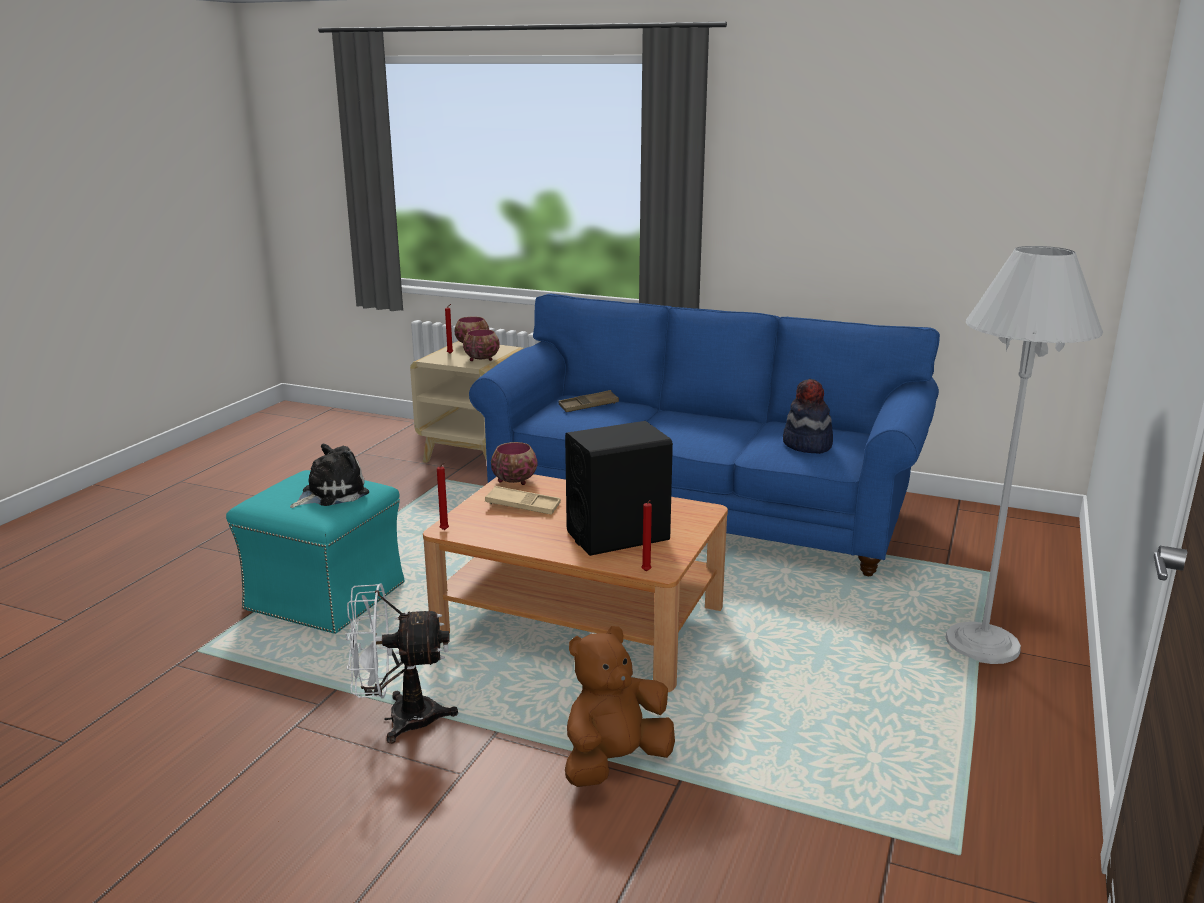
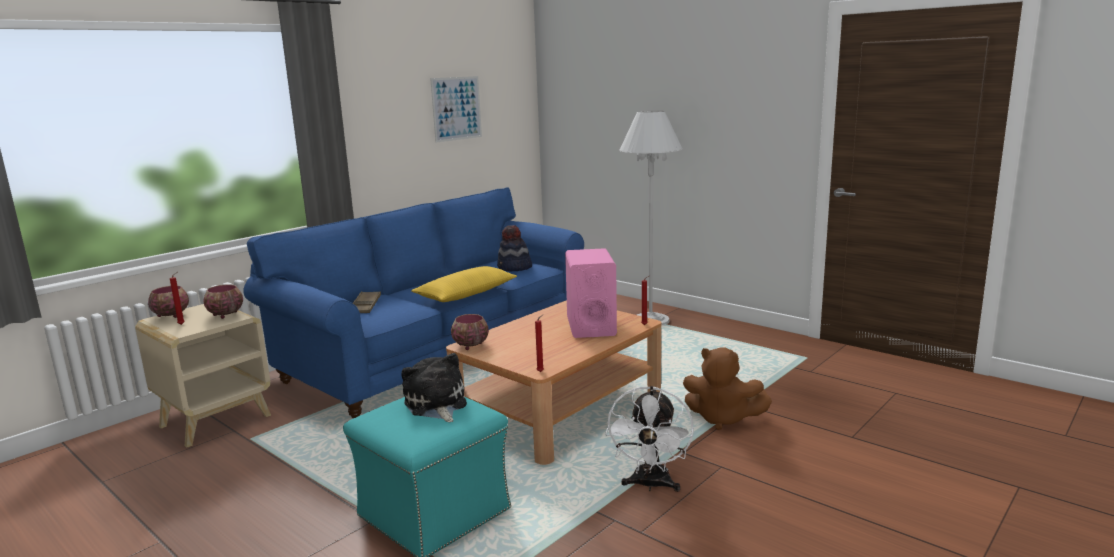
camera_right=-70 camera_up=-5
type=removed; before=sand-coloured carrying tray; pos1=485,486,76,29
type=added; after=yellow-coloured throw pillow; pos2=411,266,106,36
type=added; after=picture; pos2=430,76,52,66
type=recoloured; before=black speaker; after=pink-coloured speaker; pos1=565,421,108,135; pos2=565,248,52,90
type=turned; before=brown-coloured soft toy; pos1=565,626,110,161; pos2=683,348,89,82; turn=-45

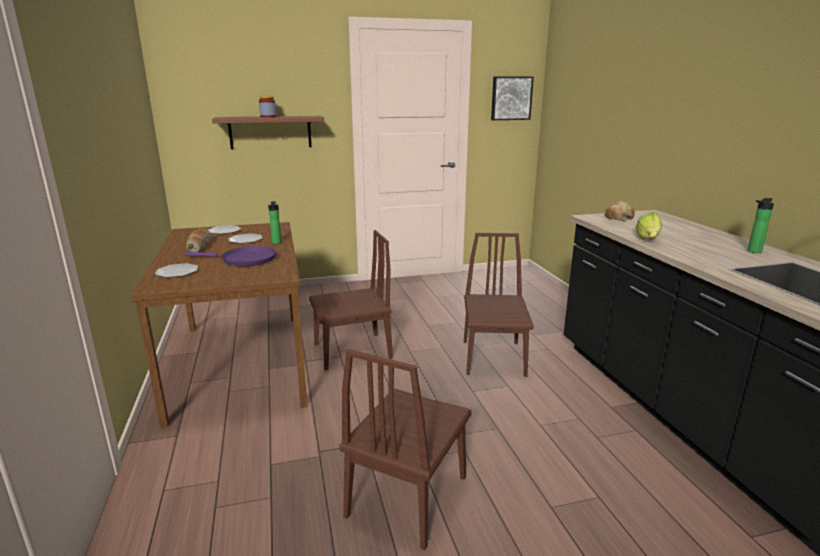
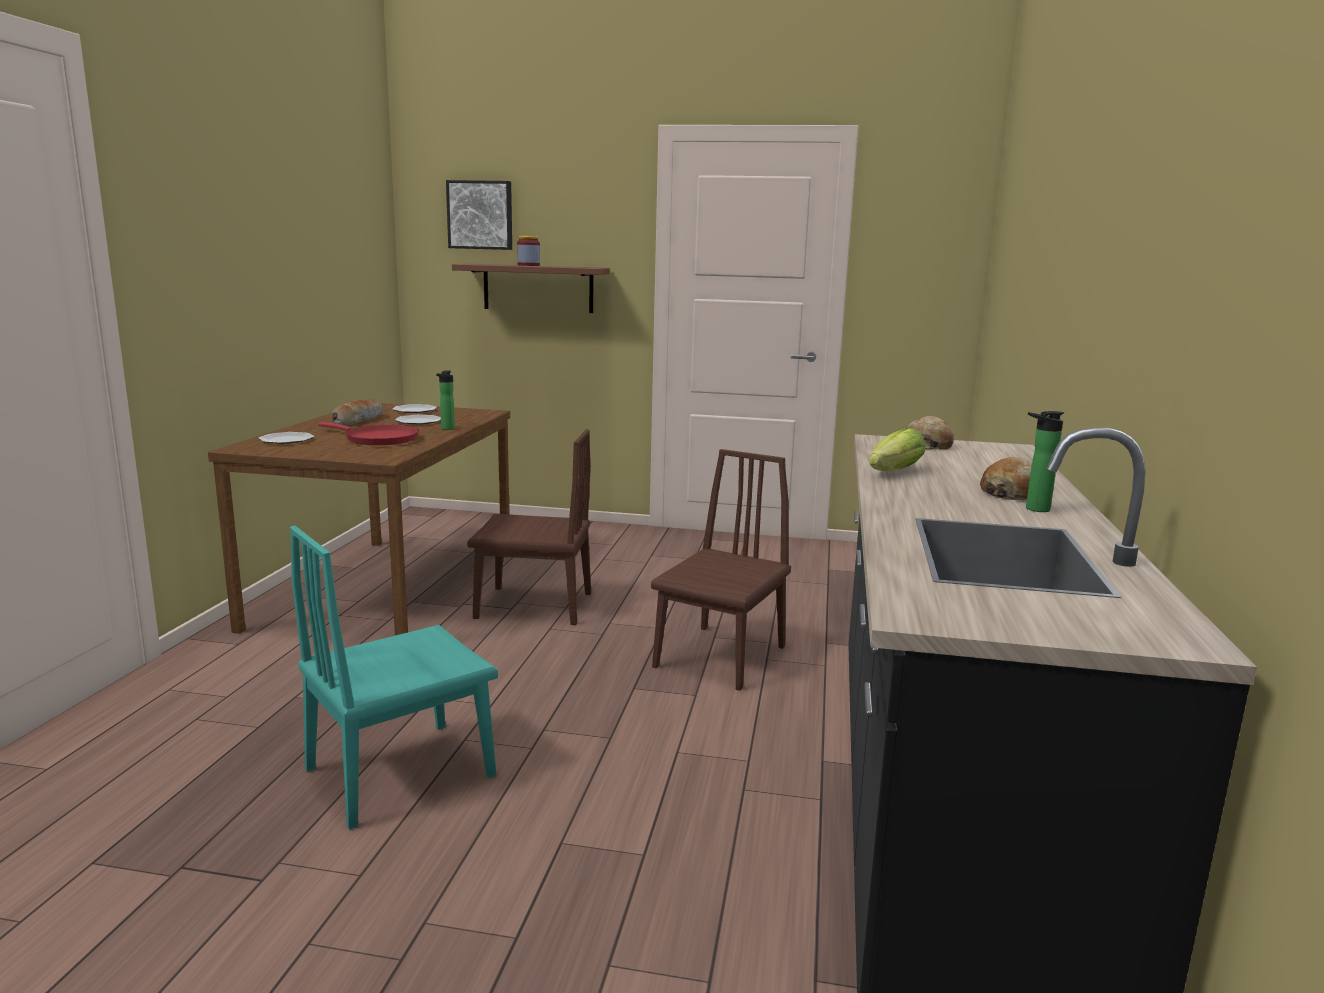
camera_right=25 camera_up=-5
type=added; after=bakery bread; pos2=980,457,52,43
type=moved; before=picture; pos1=491,76,43,44; pos2=446,180,66,70
type=recoloured; before=purplish skillet; after=red skillet; pos1=185,246,91,20; pos2=319,422,100,23
type=recoloured; before=brown-coloured chair; after=turquoise chair; pos1=339,349,133,201; pos2=290,526,208,304

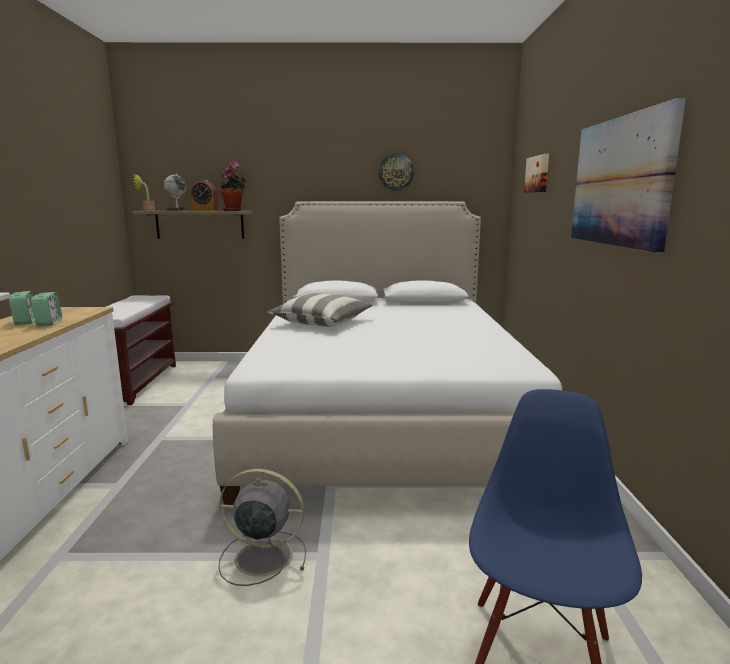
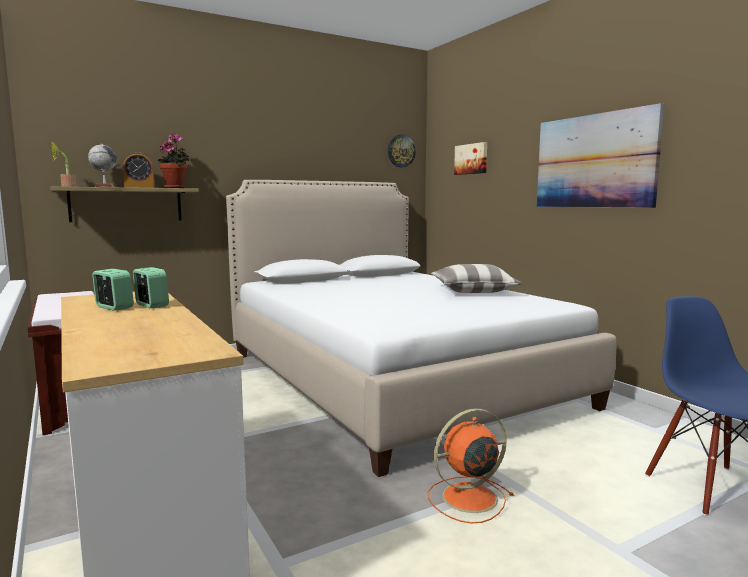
camera_right=-30 camera_up=-5
type=moved; before=throw pillow; pos1=268,293,105,34; pos2=431,264,91,29
type=moved; before=wall clock; pos1=378,154,36,37; pos2=388,134,28,33
type=recoloured; before=gray cooling fan; after=orangey cooling fan; pos1=218,469,88,117; pos2=428,408,86,115

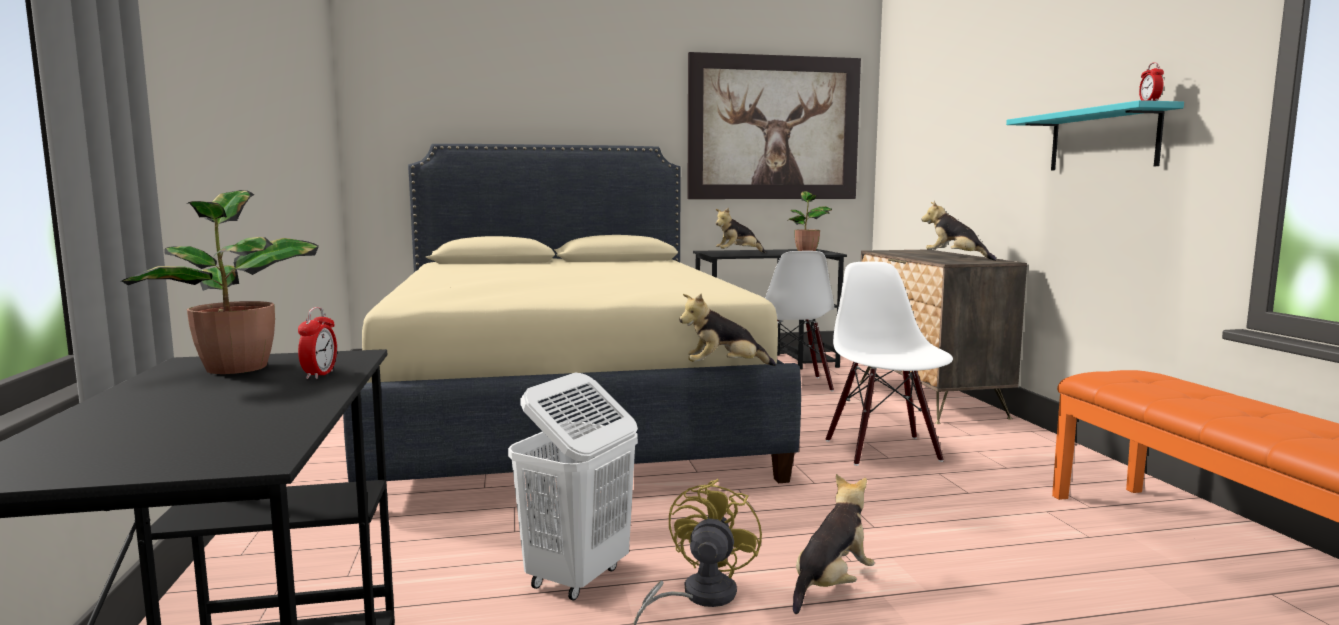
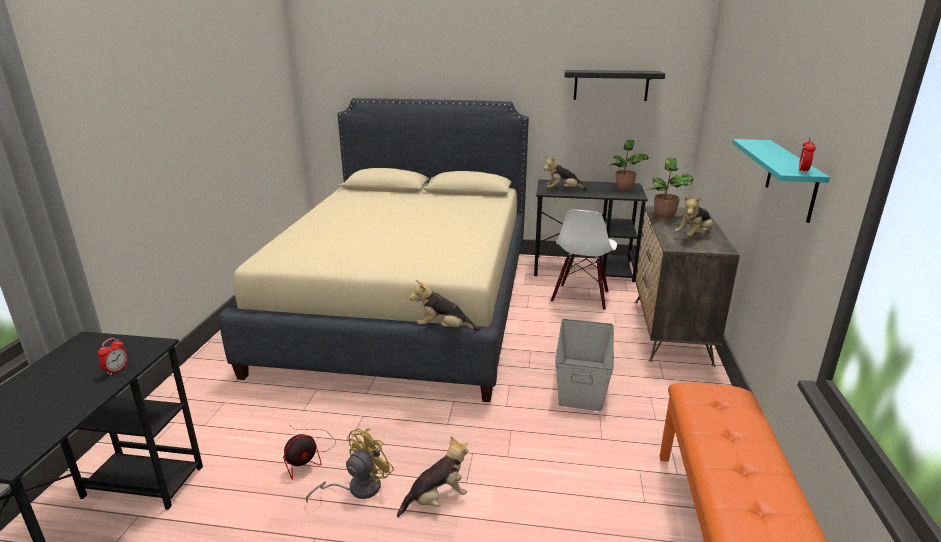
camera_right=20 camera_up=15
type=moved; before=plant in a pot; pos1=121,190,198,184; pos2=647,157,46,62
type=replaced; before=whitish laundry basket; after=cooling fan; pos1=508,373,130,228; pos2=283,423,53,57
type=replaced; before=picture; after=black bracket shelf; pos1=688,52,173,147; pos2=565,70,100,31
type=replaced; before=whitish chair; after=gray storage box; pos1=826,262,127,204; pos2=555,319,59,92
type=turned; before=soft toy; pos1=921,201,76,60; pos2=675,197,38,40; turn=-105

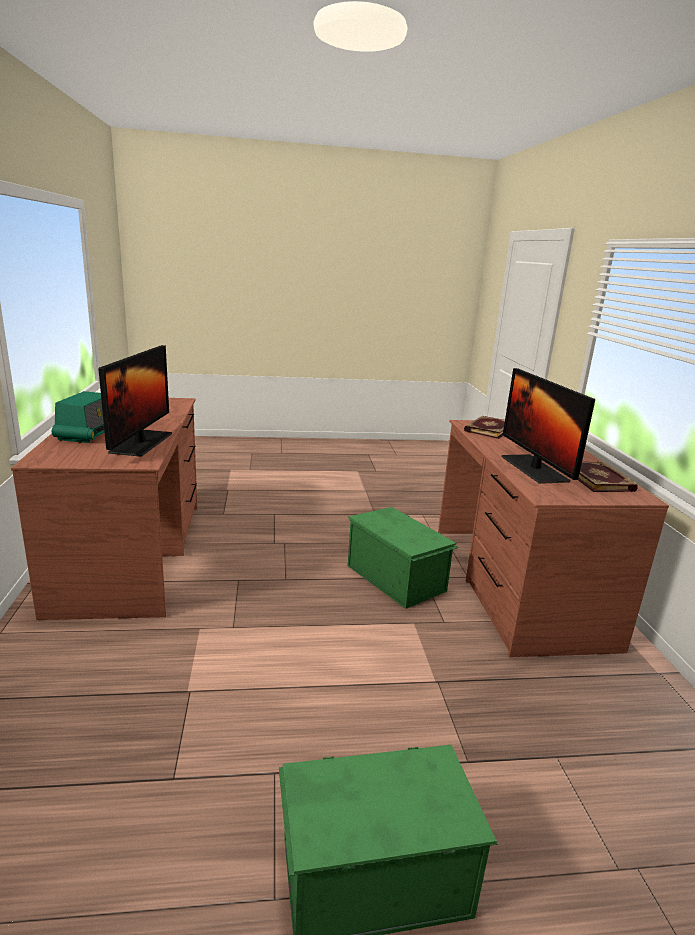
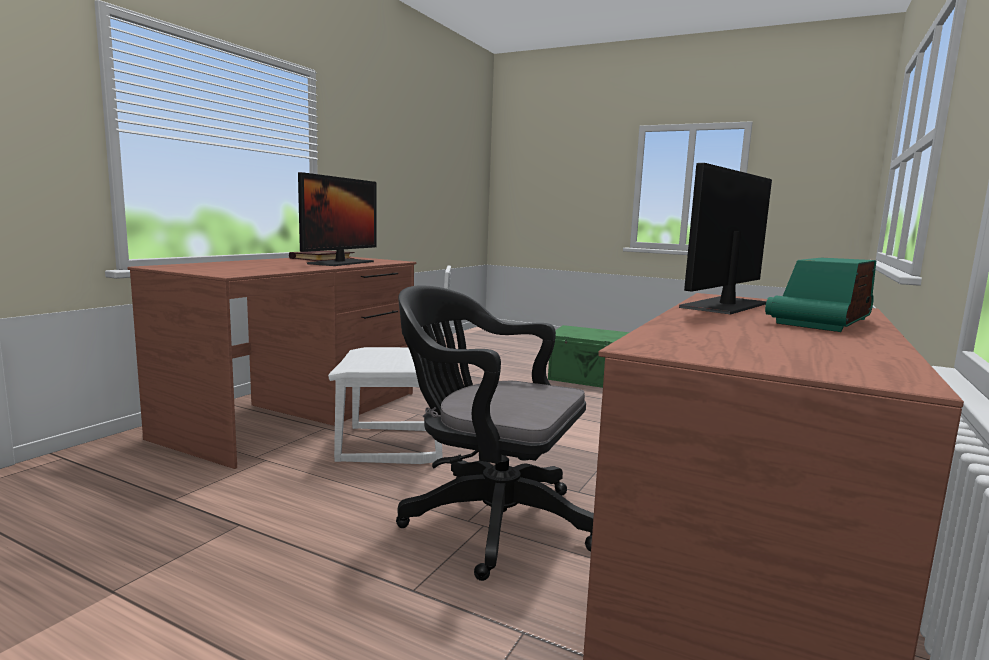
camera_right=-145 camera_up=-10
type=removed; before=bound book; pos1=464,416,41,23
type=added; after=black office chair; pos2=396,286,198,295
type=replaced; before=greenish storage box; after=whitish chair; pos1=348,507,111,102; pos2=328,265,123,199

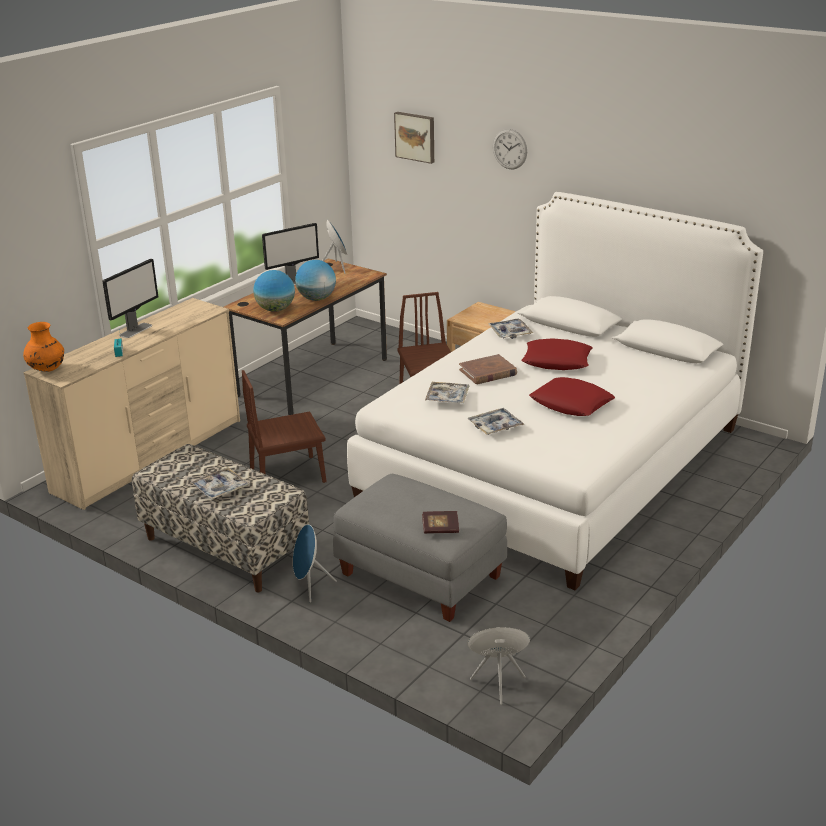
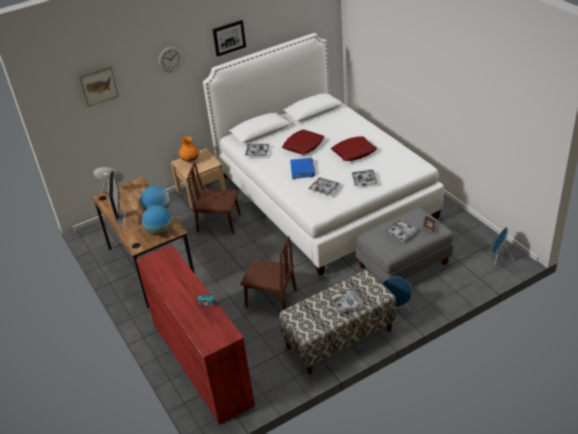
camera_right=-65 camera_up=10
type=removed; before=monitor; pos1=102,259,57,79
type=added; after=picture; pos2=212,20,34,37
type=added; after=carrying tray; pos2=384,219,34,22
type=moved; before=orangey flower vase; pos1=23,322,41,50; pos2=179,137,20,25
type=recoloured; before=sand-coloured drawer chest; after=red drawer chest; pos1=23,298,217,212; pos2=136,244,119,181
type=recoloured; before=brown-coloured bound book; after=blue bound book; pos1=459,354,58,30; pos2=290,158,25,21
type=turned; before=brown-coloured chair; pos1=242,370,85,113; pos2=240,236,57,74; turn=-75

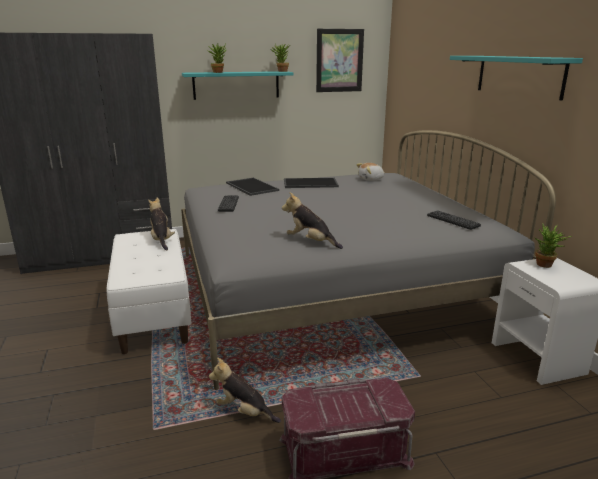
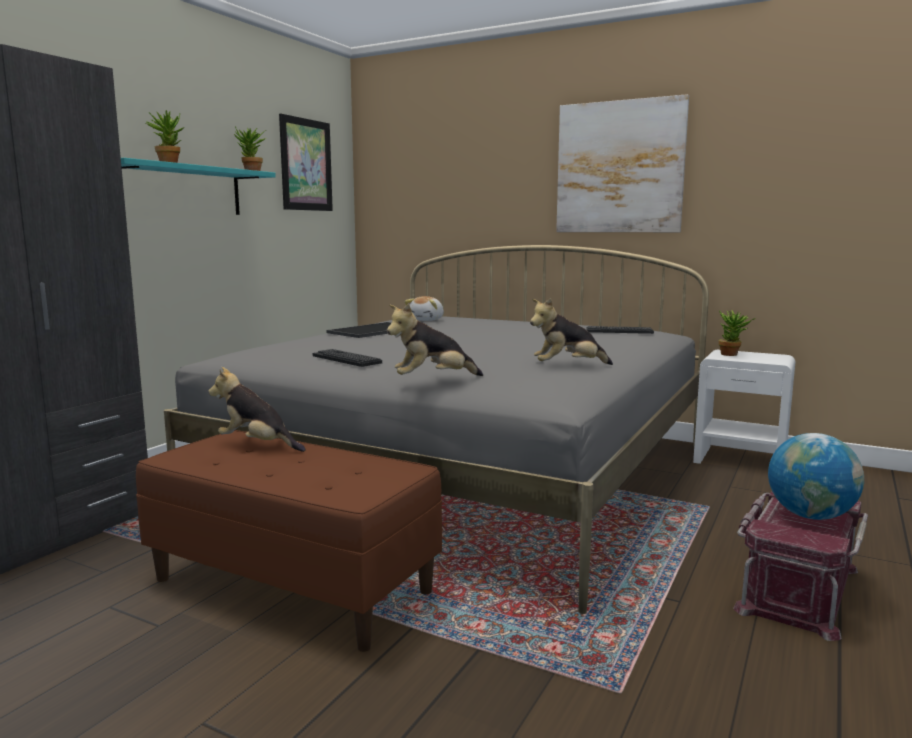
camera_right=-45 camera_up=-10
type=removed; before=carrying tray; pos1=226,178,53,18
type=added; after=world globe; pos2=768,433,96,87
type=moved; before=soft toy; pos1=209,357,72,66; pos2=387,304,96,72
type=replaced; before=turquoise bracket shelf; after=picture; pos1=450,56,133,45; pos2=556,94,133,138
type=recoloured; before=whitish long seat; after=brown-coloured long seat; pos1=107,229,85,125; pos2=136,430,306,222

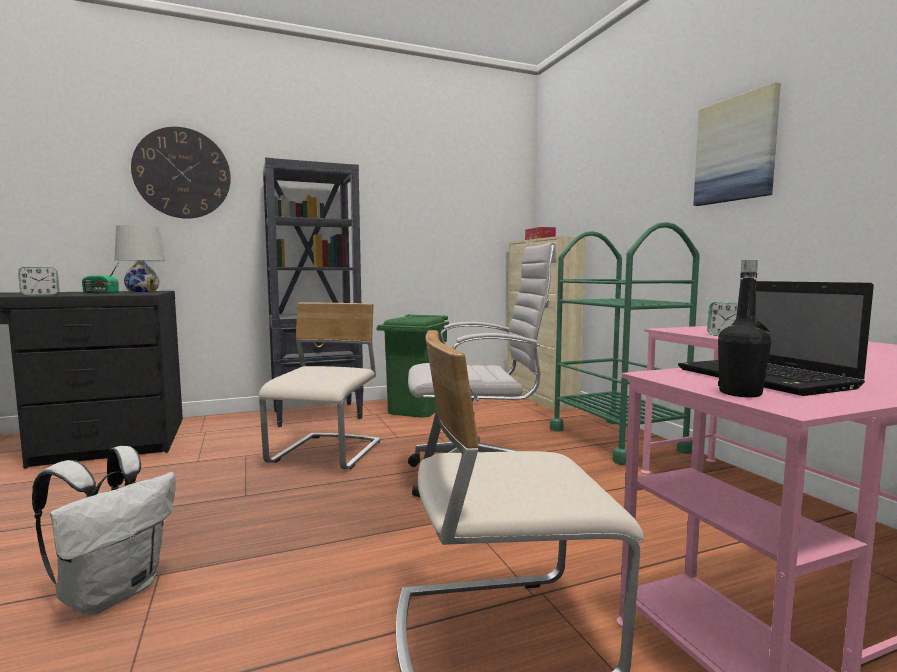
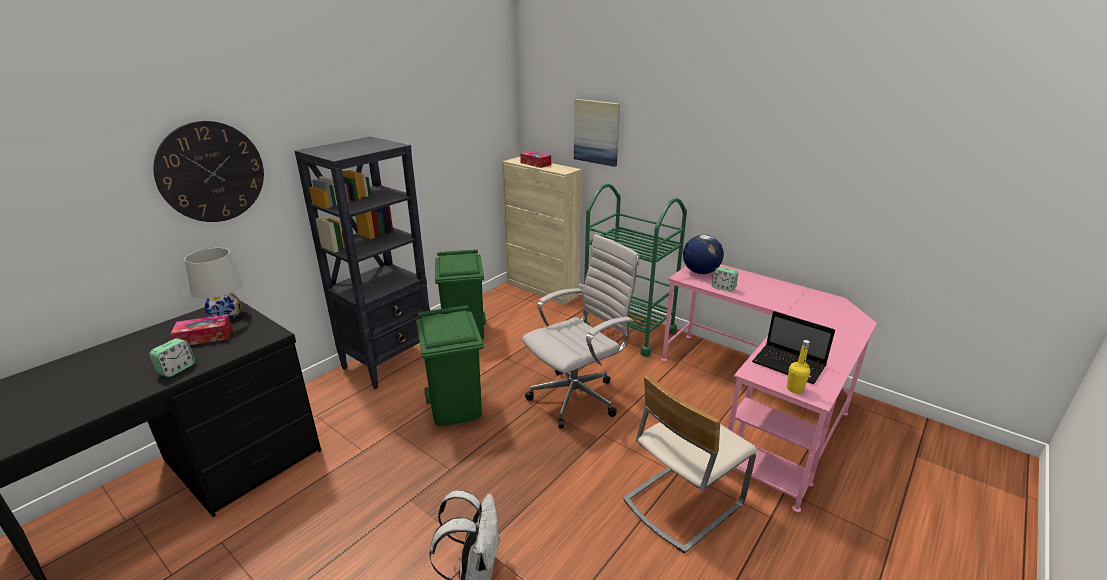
camera_right=-30 camera_up=20
type=added; after=world globe; pos2=683,235,41,39
type=moved; before=picture; pos1=693,82,88,124; pos2=574,99,46,68
type=replaced; before=radio set; after=tissue box; pos1=82,262,37,31; pos2=171,314,61,31
type=replaced; before=sand-coloured chair; after=greenish rubbish bin; pos1=259,303,122,167; pos2=416,305,68,121
type=recoloured; before=black drink bottle; after=yellow-coloured drink bottle; pos1=718,260,53,138; pos2=787,340,23,53

